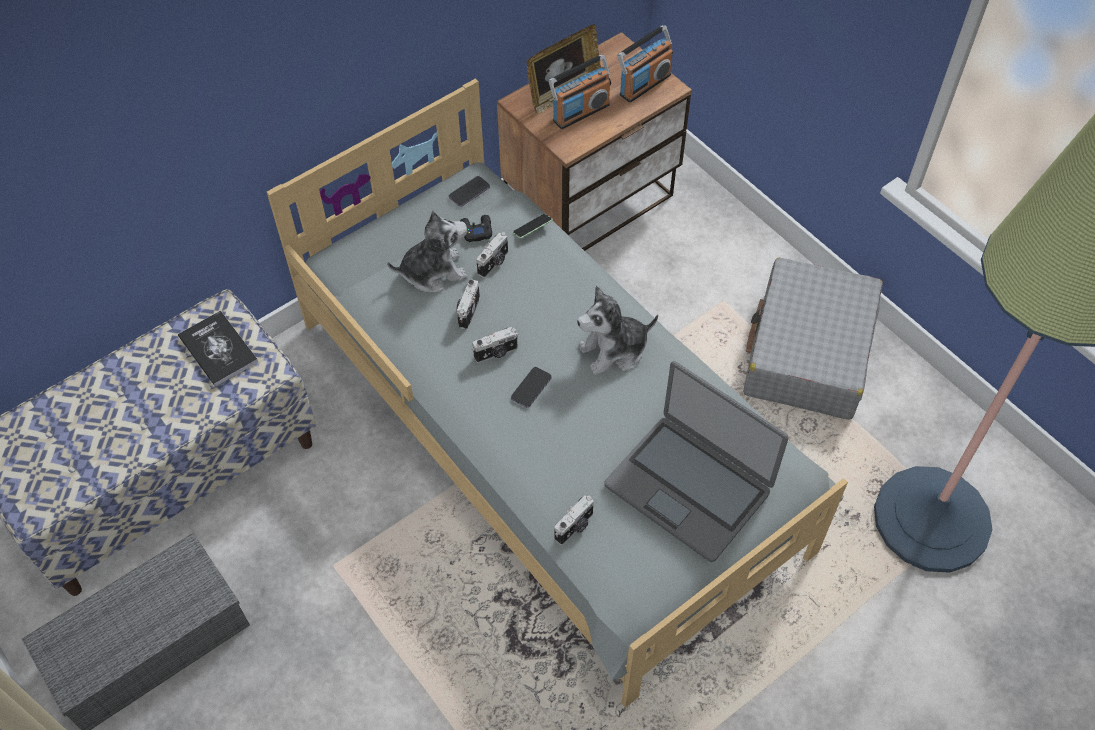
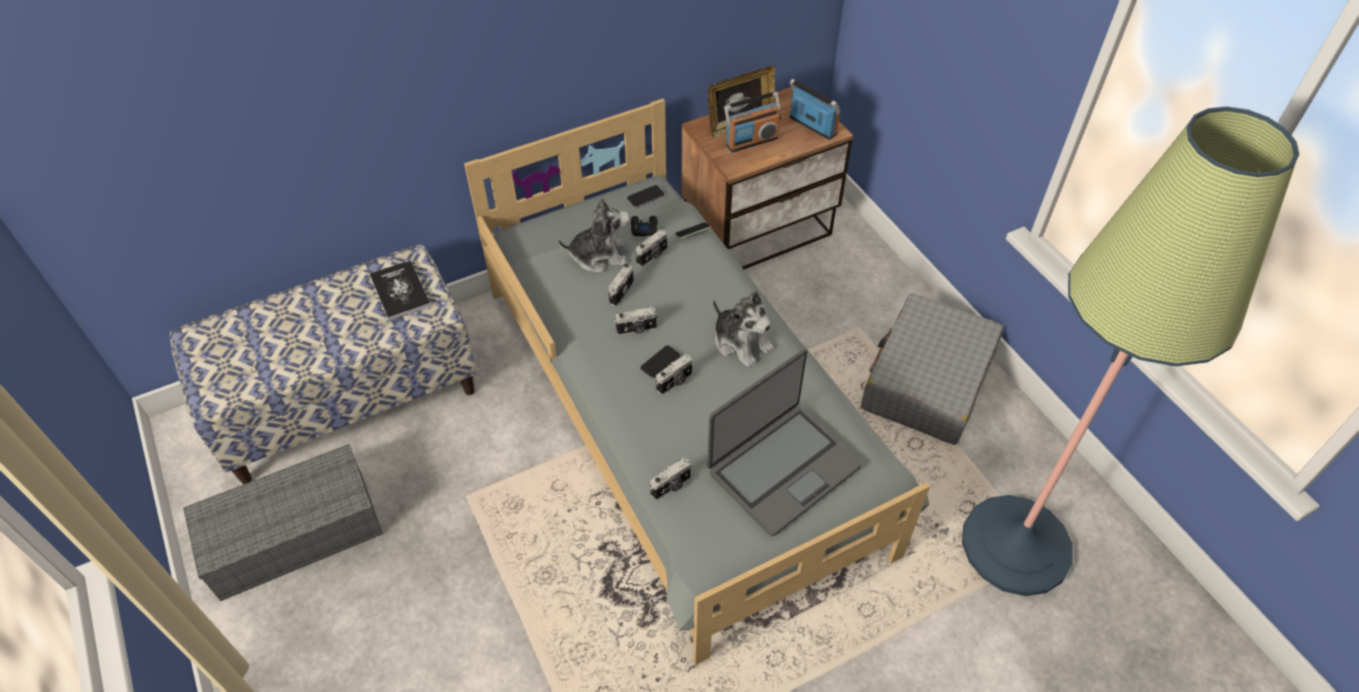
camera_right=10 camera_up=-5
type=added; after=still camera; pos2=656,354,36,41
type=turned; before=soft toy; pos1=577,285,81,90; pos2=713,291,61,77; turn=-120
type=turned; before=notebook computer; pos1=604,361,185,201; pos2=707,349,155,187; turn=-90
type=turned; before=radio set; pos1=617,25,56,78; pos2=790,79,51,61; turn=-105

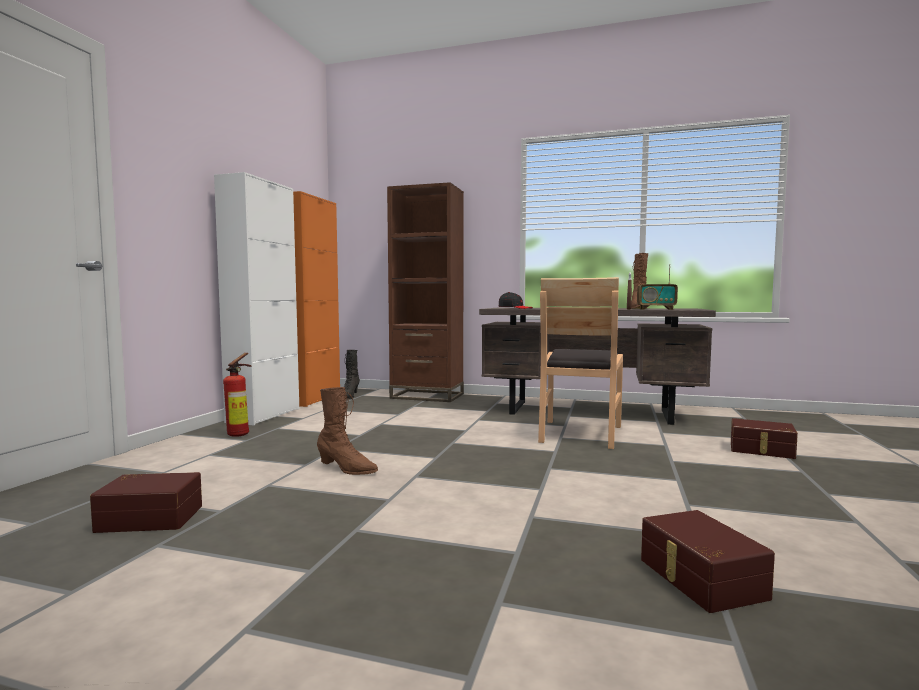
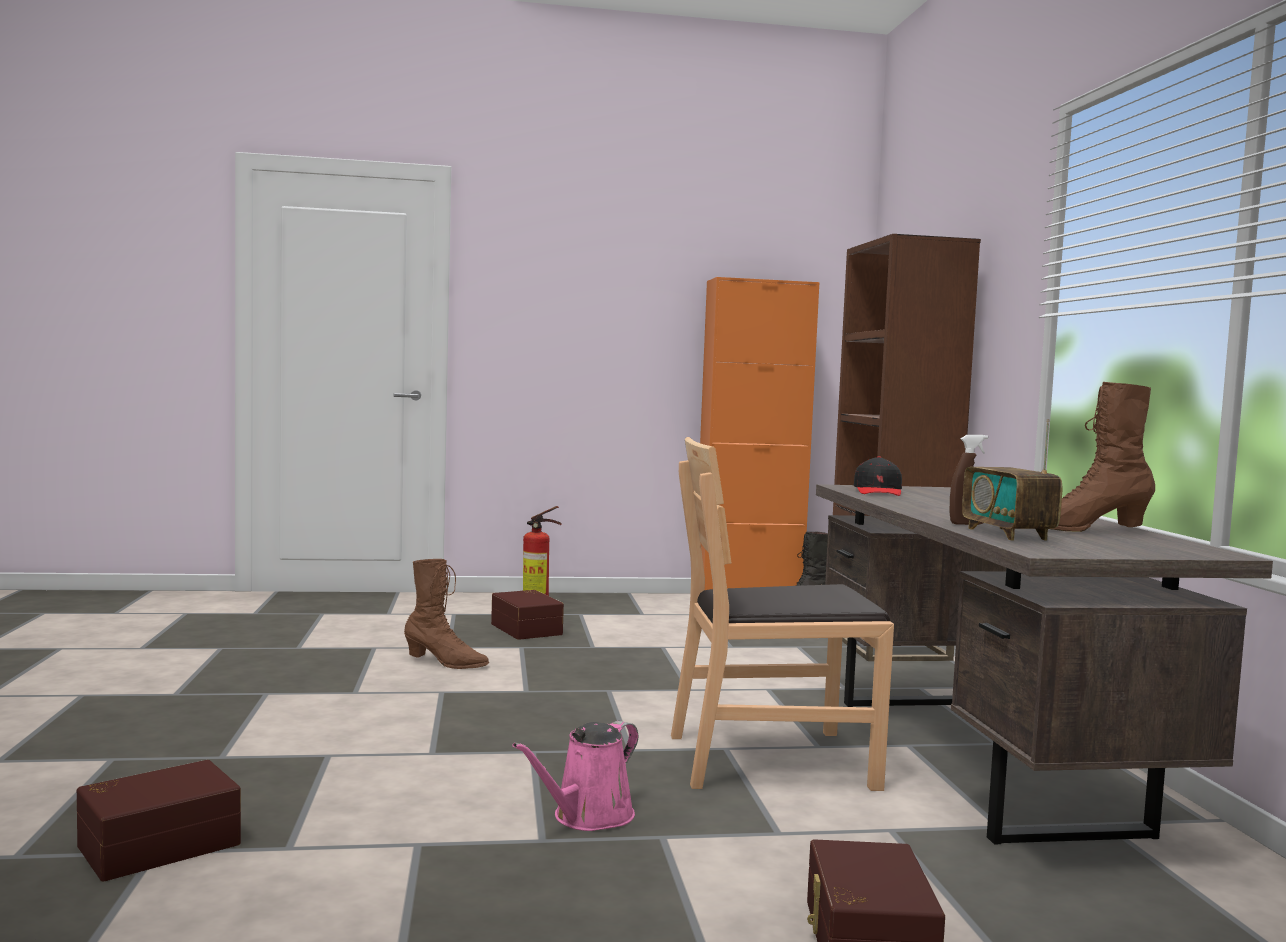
camera_right=65 camera_up=0
type=removed; before=whitish cabinet; pos1=214,172,85,253
type=added; after=pink-coloured sprinkling can; pos2=512,721,126,110
type=moved; before=brown-coloured storage box; pos1=90,472,112,61; pos2=491,590,73,50
type=turned; before=brown-coloured boot; pos1=317,387,61,88; pos2=404,559,85,110; turn=-75

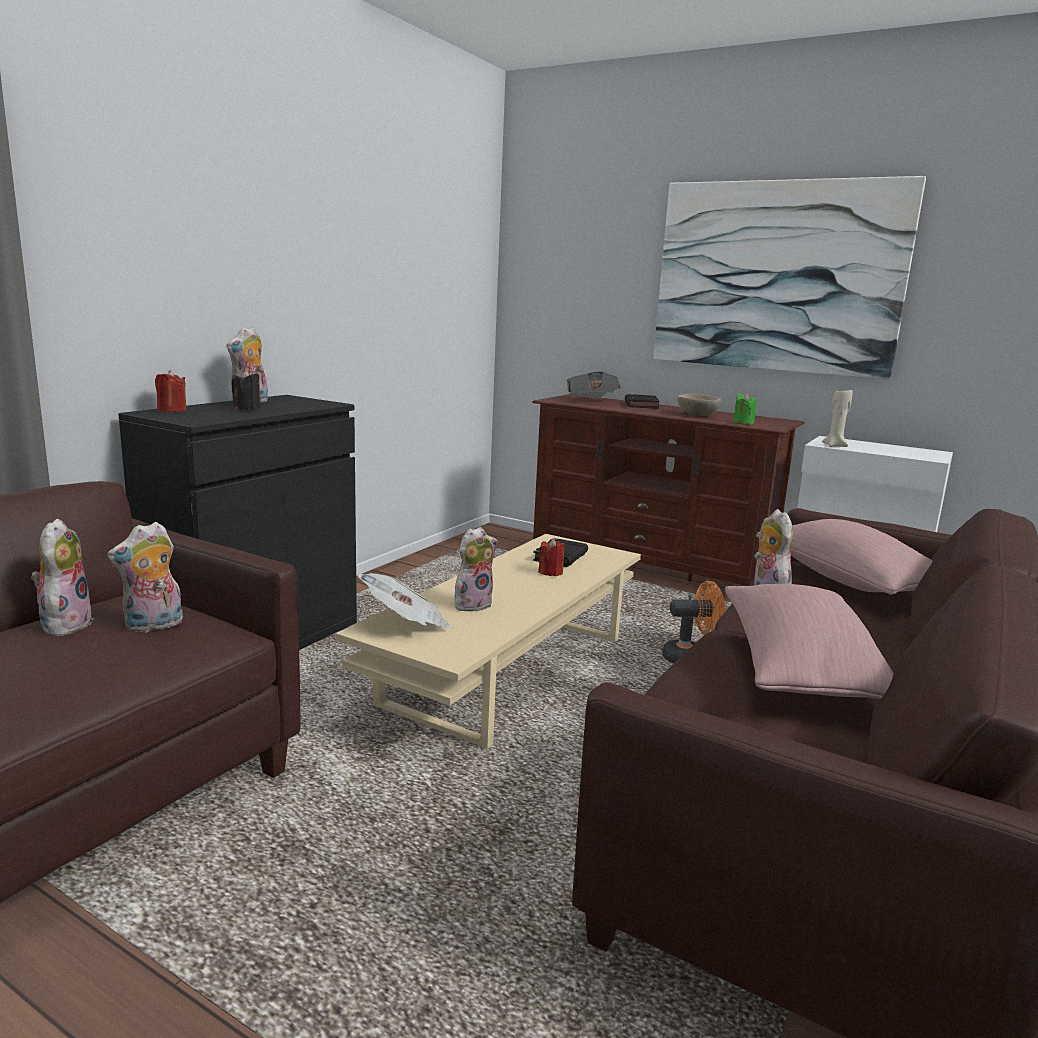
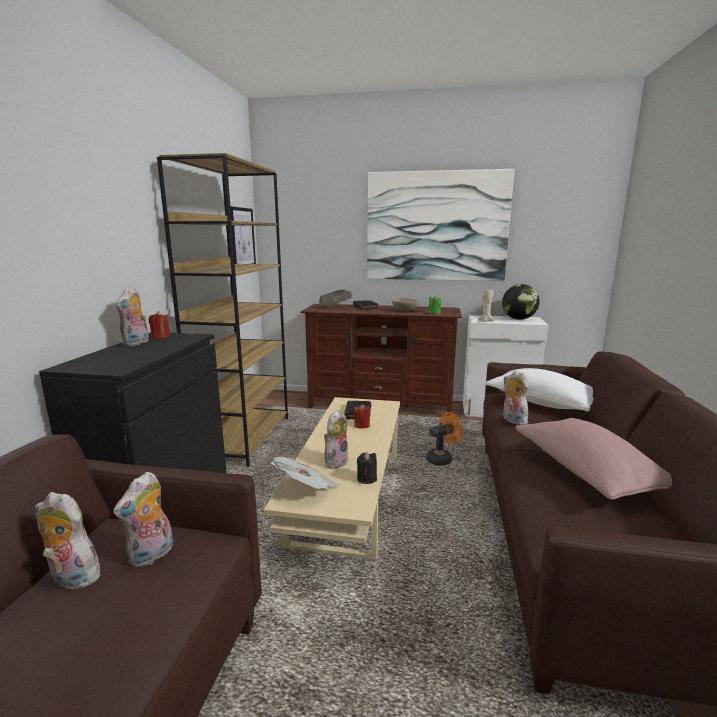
camera_right=-20 camera_up=0
type=added; after=brown-coloured bookshelf; pos2=157,153,131,314
type=added; after=picture; pos2=230,206,26,58
type=added; after=world globe; pos2=502,284,38,36
type=moved; before=red candle; pos1=155,370,32,42; pos2=149,311,21,28
type=moved; before=black candle; pos1=232,370,29,40; pos2=357,452,20,32
type=recoloured; before=pink-coloured throw pillow; after=whitish throw pillow; pos1=756,519,176,76; pos2=485,368,109,43
type=turned; before=soft toy; pos1=31,518,63,118; pos2=35,492,65,98; turn=-45

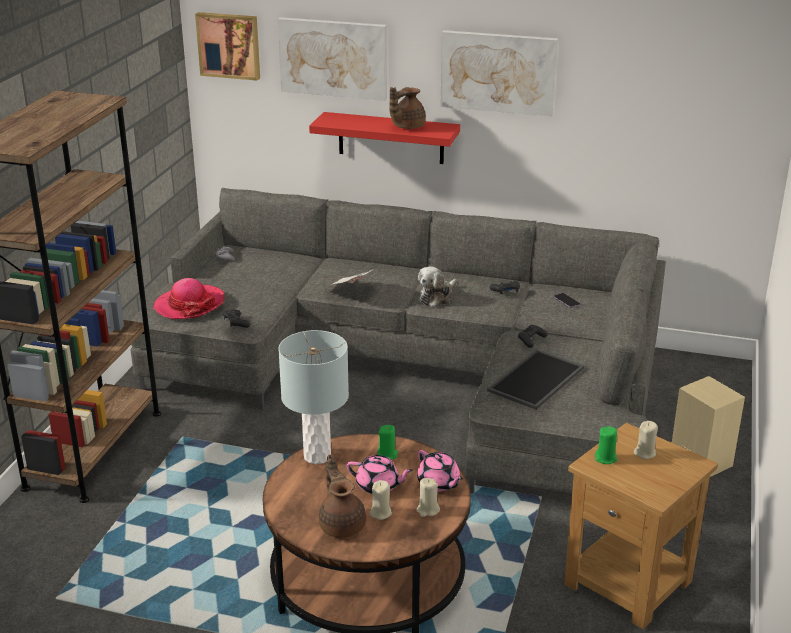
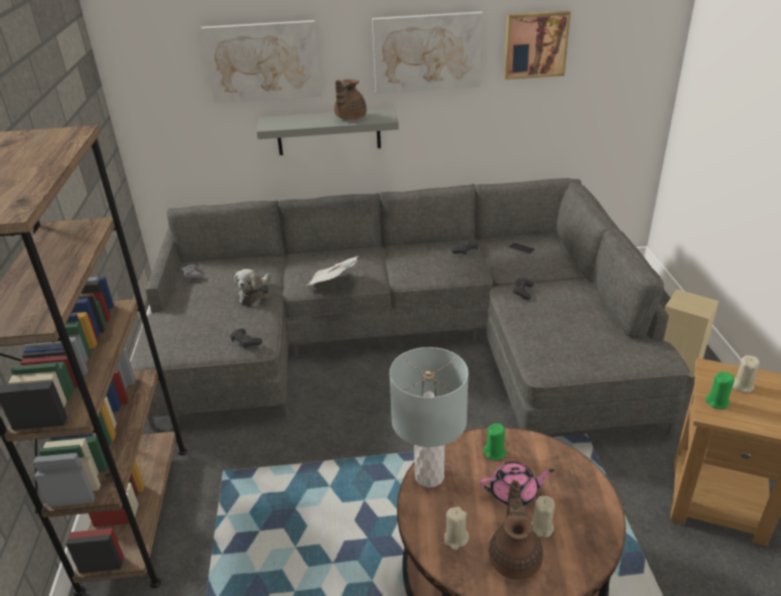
camera_right=-20 camera_up=5
type=removed; before=clothing hat; pos1=153,278,72,41
type=removed; before=pink-coloured tea pot; pos1=417,450,46,42
type=removed; before=carrying tray; pos1=487,349,97,61
type=moved; before=picture; pos1=195,12,65,69; pos2=504,11,67,69
type=moved; before=sand-coloured candle; pos1=416,478,24,39; pos2=444,507,25,43
type=moved; before=soft toy; pos1=418,266,39,42; pos2=234,269,36,38
type=recoloured; before=red bracket shelf; after=gray bracket shelf; pos1=309,112,151,52; pos2=257,108,142,47
type=turned; before=brown-coloured tea pot; pos1=319,455,47,83; pos2=489,480,54,100; turn=45

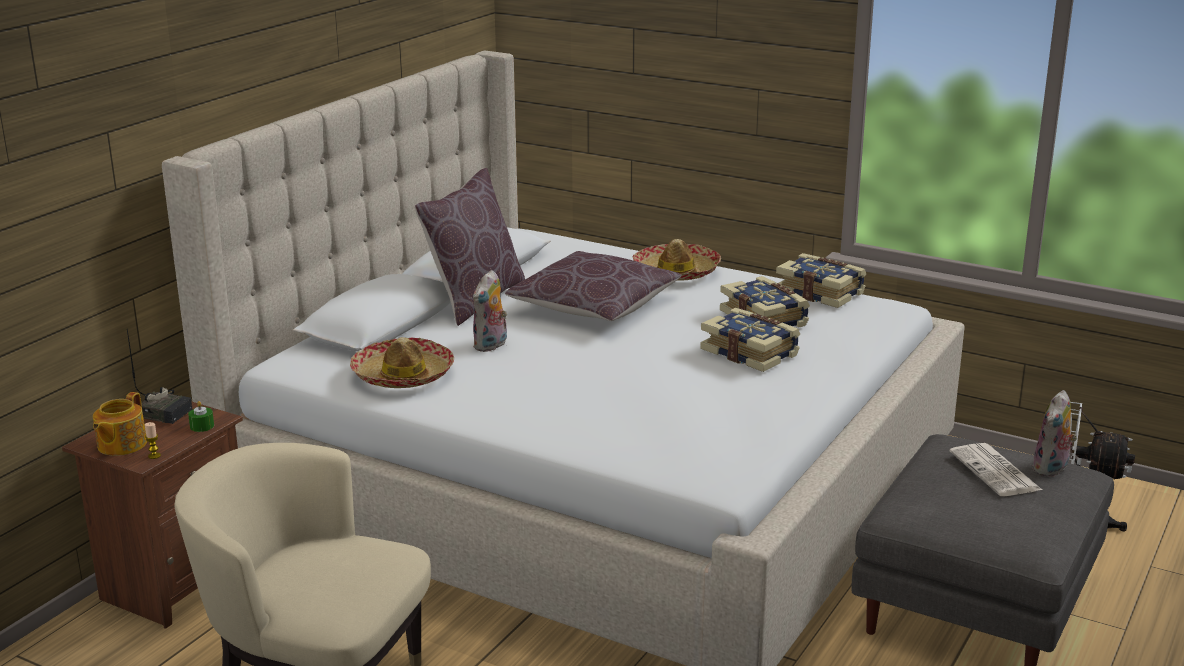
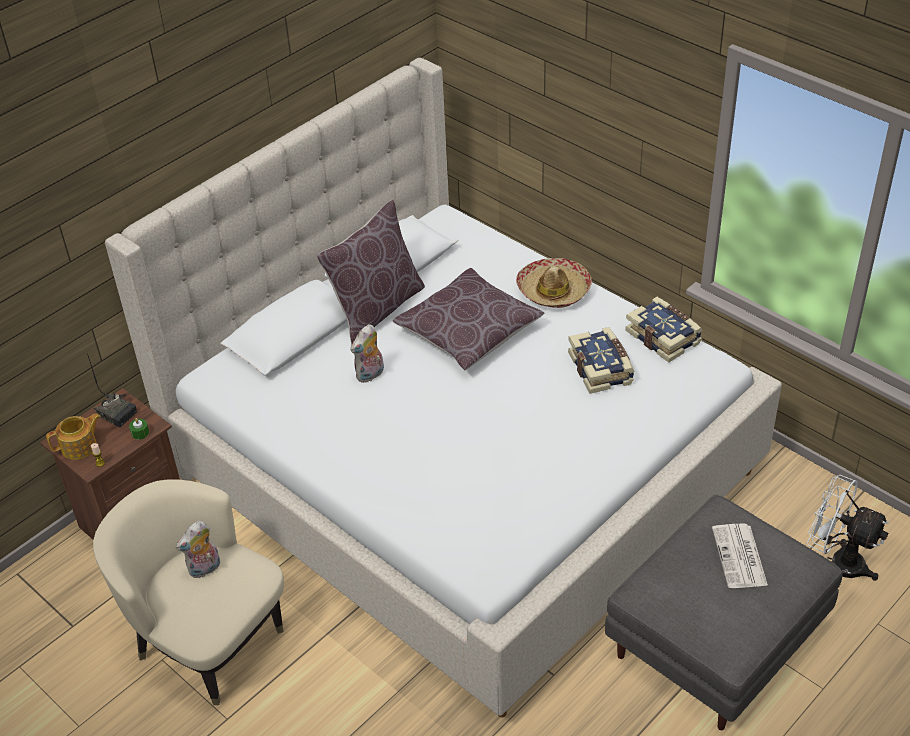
camera_right=15 camera_up=20
type=removed; before=clothing hat; pos1=350,337,104,51
type=removed; before=bound book; pos1=700,308,100,64
type=moved; before=soft toy; pos1=1032,390,45,87; pos2=176,521,44,57
type=turned; before=tea pot; pos1=93,392,54,64; pos2=46,413,55,47; turn=-150

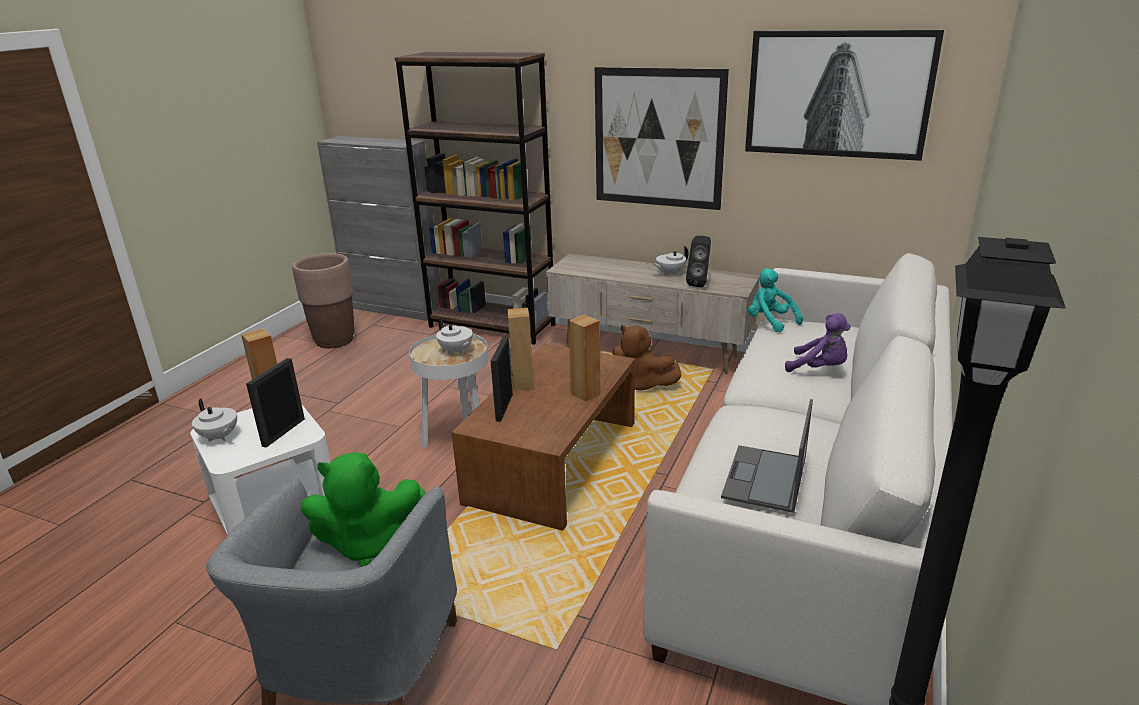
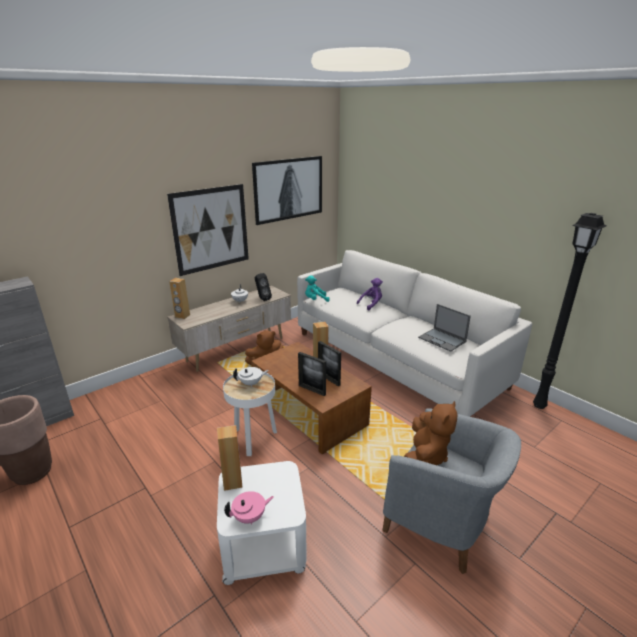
camera_right=-65 camera_up=0
type=removed; before=brown-coloured bookshelf; pos1=394,52,162,293
type=moved; before=standing frame; pos1=246,358,59,90; pos2=318,341,23,45
type=moved; before=brown-coloured speaker; pos1=507,308,27,83; pos2=169,278,21,41
type=recoloured; before=whitish tea pot; after=pink-coloured tea pot; pos1=192,398,45,44; pos2=224,491,50,34
type=recoloured; before=greenish soft toy; after=brown-coloured soft toy; pos1=300,452,126,115; pos2=404,401,54,64

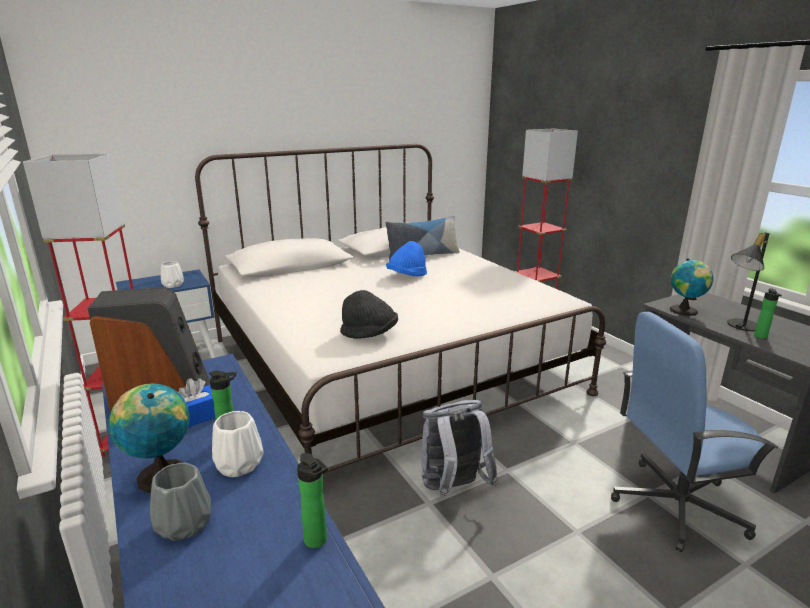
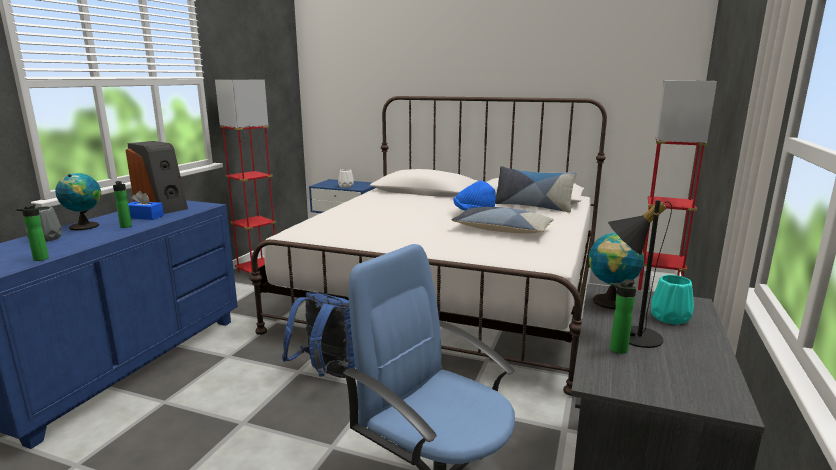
camera_right=50 camera_up=-5
type=removed; before=whitish flower vase; pos1=212,411,52,66
type=removed; before=black clothing hat; pos1=340,290,58,49
type=added; after=throw pillow; pos2=451,207,103,27
type=added; after=turquoise flower vase; pos2=651,275,43,50
type=recoloured; before=gray rucksack; after=blue rucksack; pos1=422,400,76,98; pos2=282,292,73,86

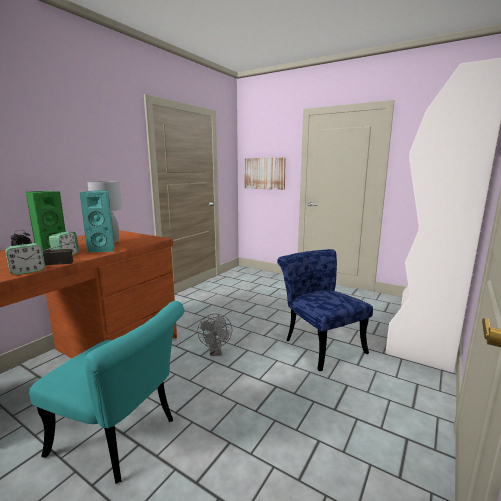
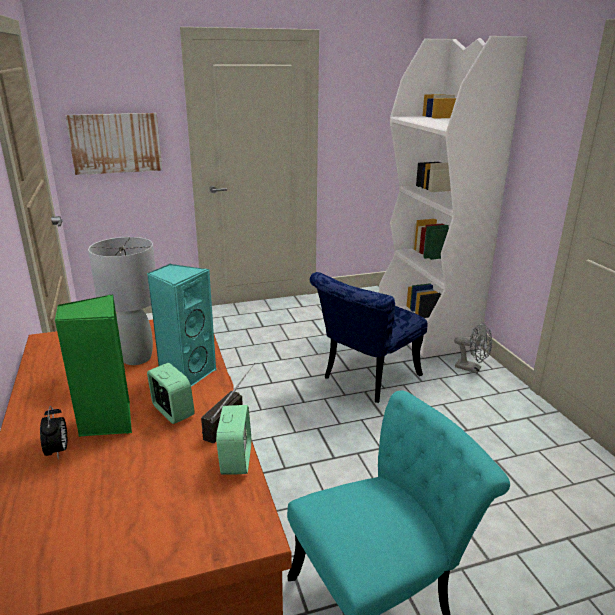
camera_right=-50 camera_up=10
type=moved; before=gray cooling fan; pos1=197,314,35,42; pos2=454,323,38,50
type=turned; before=blue chair; pos1=277,249,96,122; pos2=310,272,117,131; turn=-60

